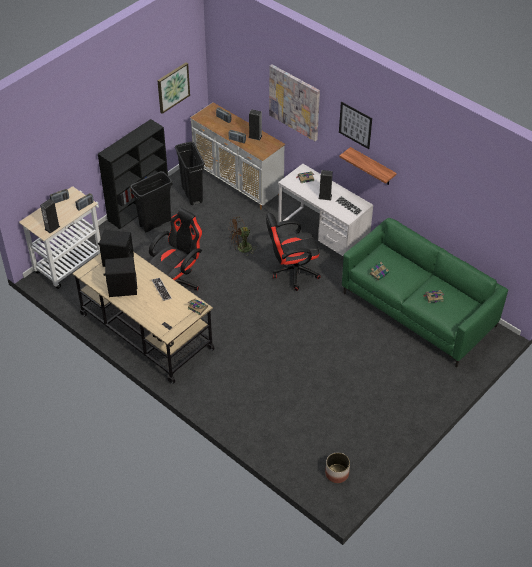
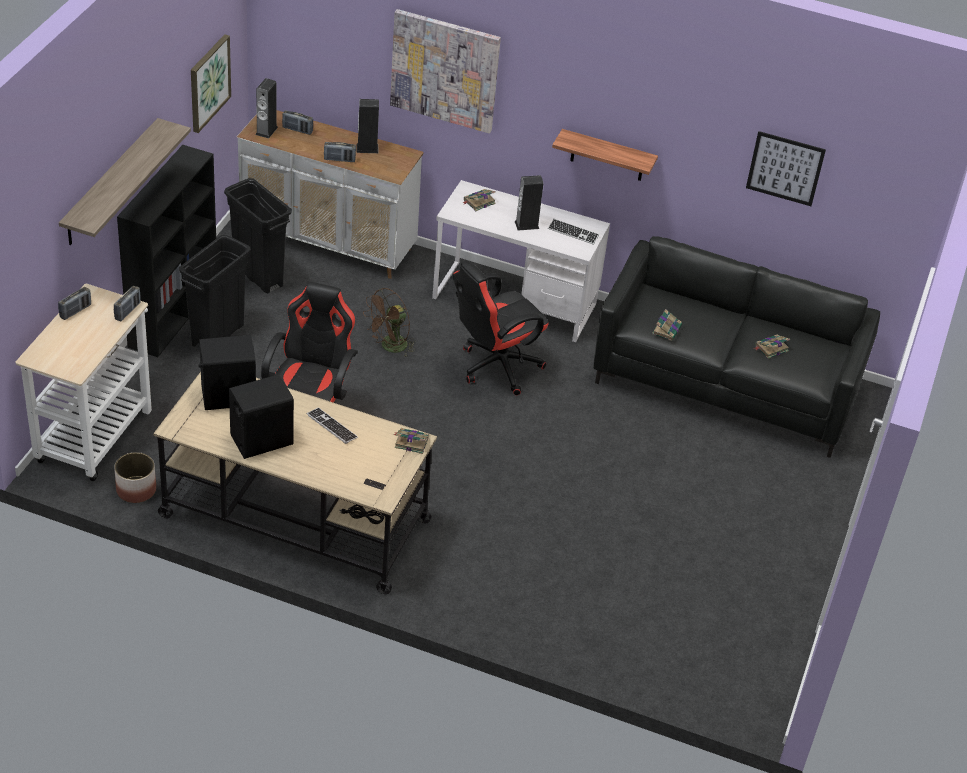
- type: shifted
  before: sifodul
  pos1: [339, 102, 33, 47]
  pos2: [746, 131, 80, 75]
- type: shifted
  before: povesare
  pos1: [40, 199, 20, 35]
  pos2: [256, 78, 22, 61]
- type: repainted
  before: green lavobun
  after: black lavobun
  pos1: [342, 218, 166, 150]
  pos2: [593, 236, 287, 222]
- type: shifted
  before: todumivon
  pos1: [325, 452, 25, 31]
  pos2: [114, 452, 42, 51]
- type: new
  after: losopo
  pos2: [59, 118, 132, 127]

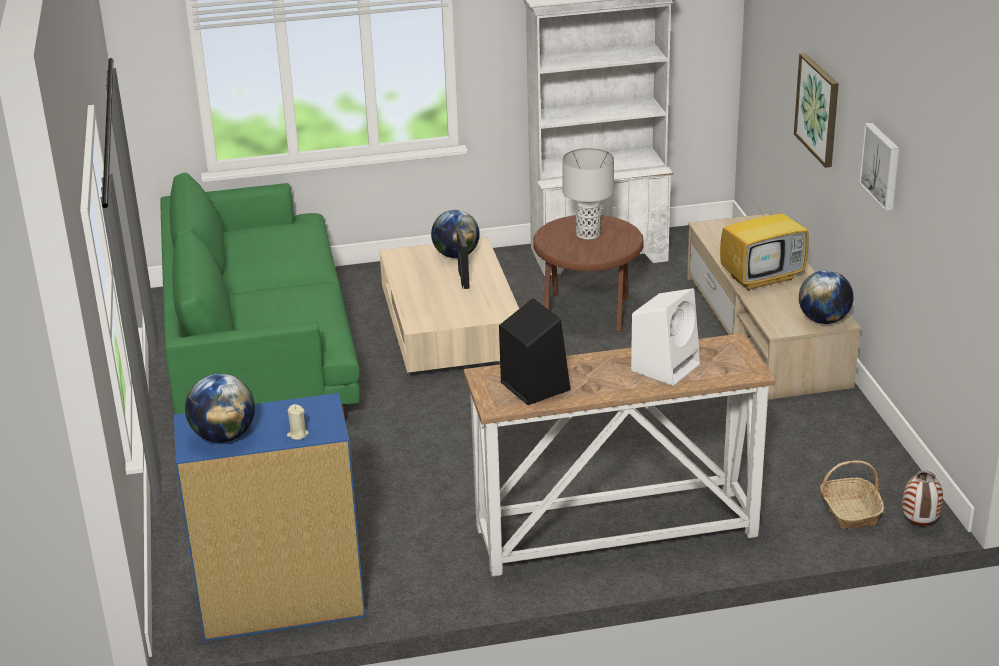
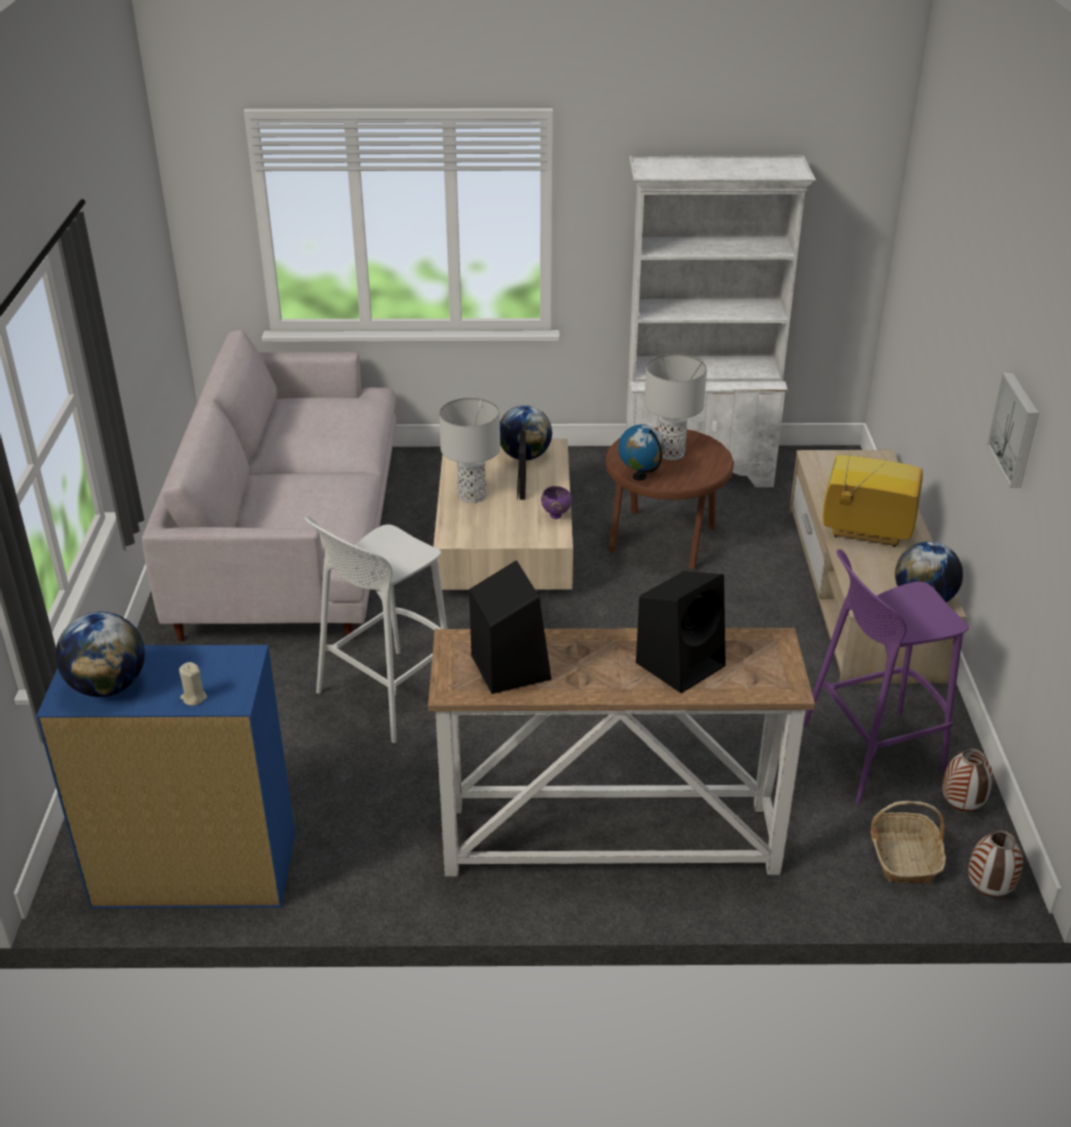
- type: gone
  before: sifodul
  pos1: [794, 53, 45, 115]
- type: repainted
  before: green lavobun
  after: white lavobun
  pos1: [160, 173, 200, 249]
  pos2: [142, 330, 254, 312]
- type: rotated
  before: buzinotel
  pos1: [720, 176, 89, 115]
  pos2: [823, 441, 100, 106]
  turn: -150
- type: repainted
  before: white povesare
  after: black povesare
  pos1: [631, 288, 69, 98]
  pos2: [636, 571, 90, 122]
- type: new
  after: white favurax
  pos2: [439, 398, 61, 105]
- type: new
  after: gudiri
  pos2: [618, 425, 47, 56]
- type: new
  after: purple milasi
  pos2: [541, 486, 31, 33]
- type: new
  after: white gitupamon
  pos2: [305, 516, 142, 227]
- type: new
  after: purple gitupamon
  pos2: [803, 549, 166, 255]
- type: new
  after: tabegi
  pos2: [942, 748, 51, 63]

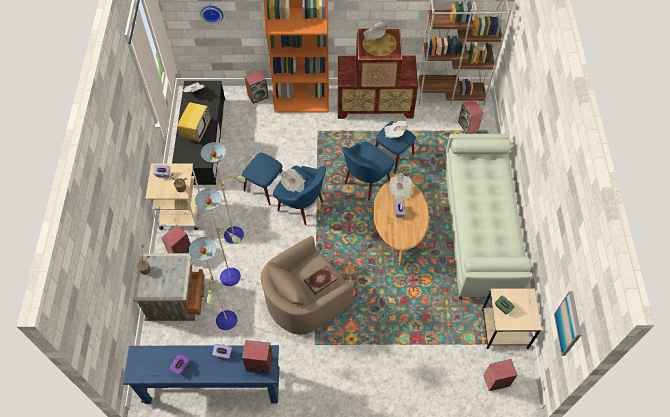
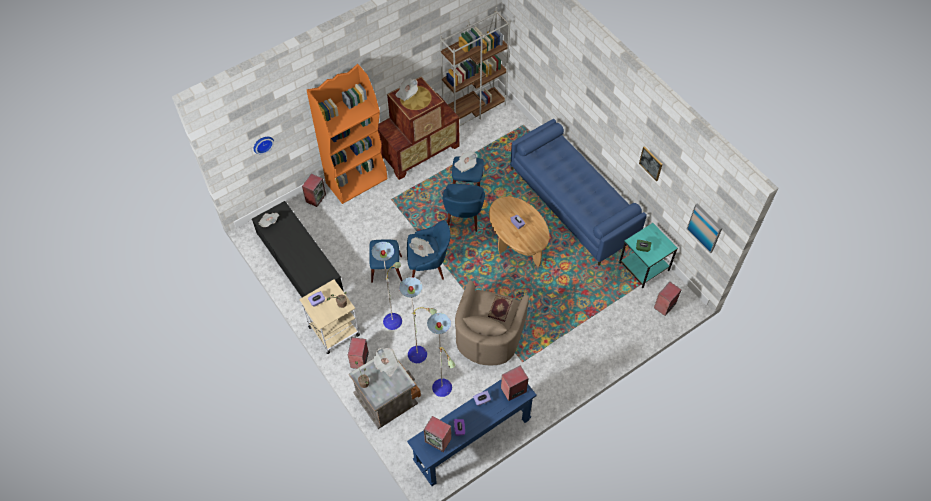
- type: gone
  before: buzinotel
  pos1: [177, 99, 34, 43]
- type: shifted
  before: povesare
  pos1: [458, 99, 25, 35]
  pos2: [424, 416, 28, 36]
- type: repainted
  before: white lavobun
  after: blue lavobun
  pos1: [444, 134, 88, 166]
  pos2: [510, 119, 137, 146]
- type: shifted
  before: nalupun
  pos1: [388, 173, 25, 29]
  pos2: [373, 348, 26, 28]
- type: repainted
  before: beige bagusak
  after: turquoise bagusak
  pos1: [482, 289, 59, 60]
  pos2: [619, 223, 59, 65]
- type: new
  after: sifodul
  pos2: [639, 146, 24, 35]

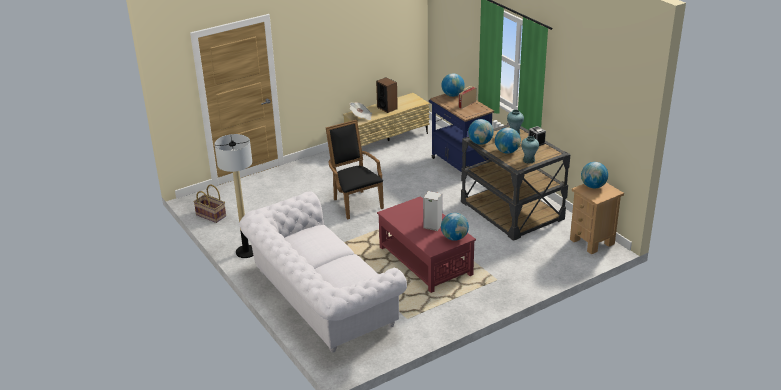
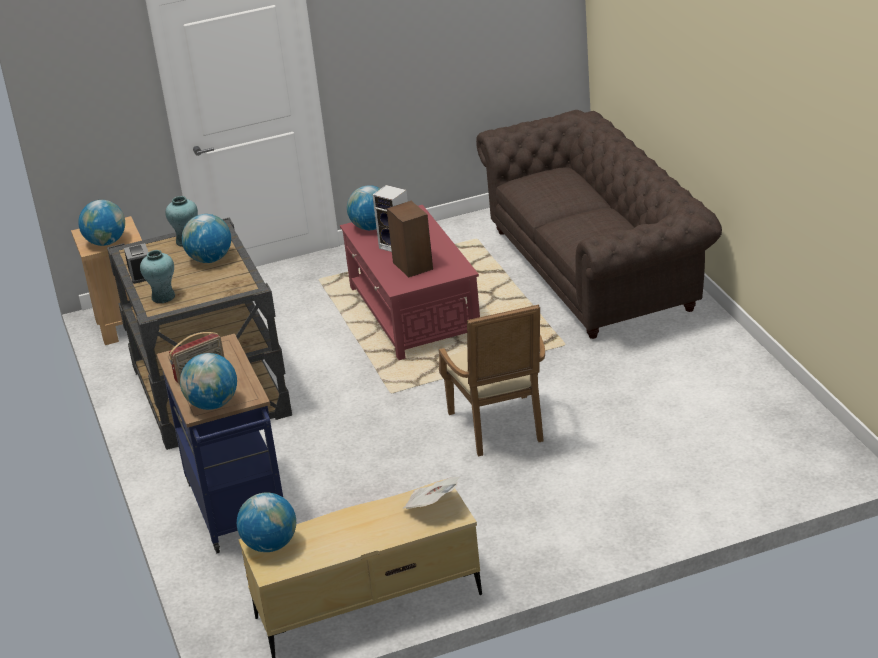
- type: shifted
  before: povesare
  pos1: [376, 77, 22, 36]
  pos2: [387, 201, 46, 76]
- type: shifted
  before: gudiri
  pos1: [468, 119, 26, 26]
  pos2: [237, 492, 59, 60]
- type: repainted
  before: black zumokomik
  after: beige zumokomik
  pos1: [326, 120, 58, 100]
  pos2: [439, 305, 106, 152]
- type: gone
  before: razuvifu
  pos1: [214, 134, 40, 124]
- type: gone
  before: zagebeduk
  pos1: [194, 184, 32, 39]
- type: repainted
  before: white lavobun
  after: brown lavobun
  pos1: [239, 191, 168, 162]
  pos2: [476, 110, 246, 229]

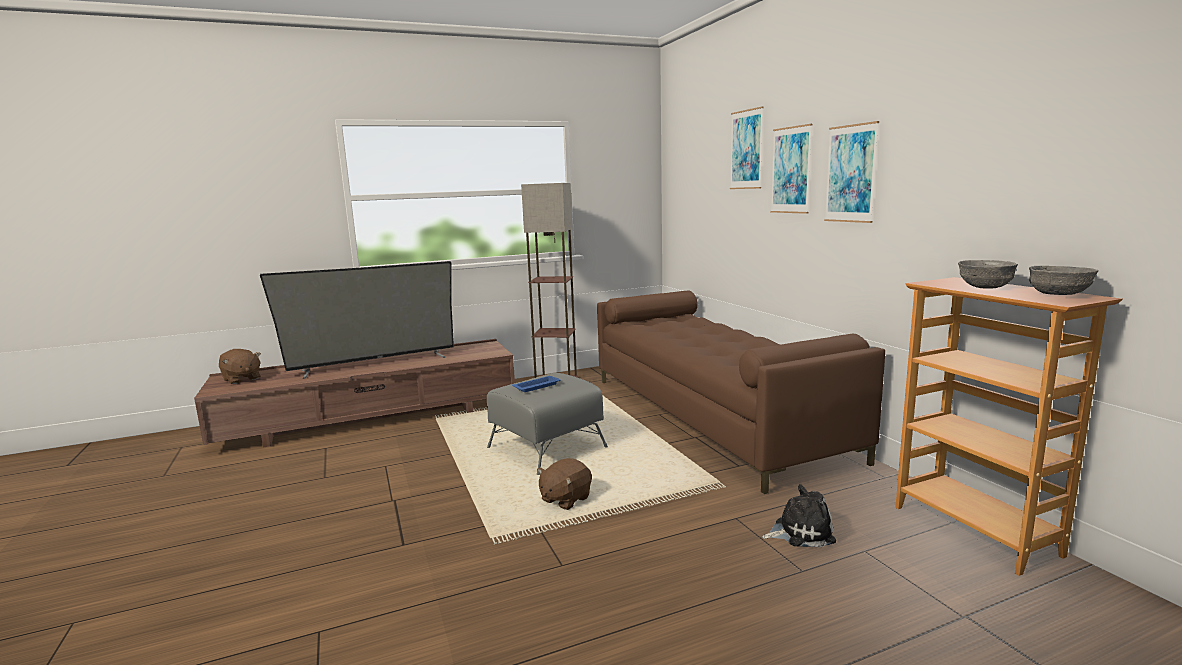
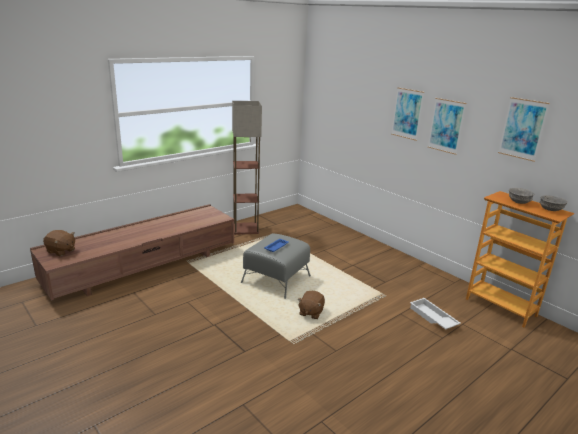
- type: shifted
  before: sifodul
  pos1: [730, 106, 34, 83]
  pos2: [498, 97, 52, 65]
- type: gone
  before: buzinotel
  pos1: [260, 261, 194, 118]
- type: gone
  before: brown lavobun
  pos1: [597, 290, 288, 204]
- type: swapped
  before: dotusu
  after: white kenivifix
  pos1: [762, 484, 74, 64]
  pos2: [410, 298, 51, 32]

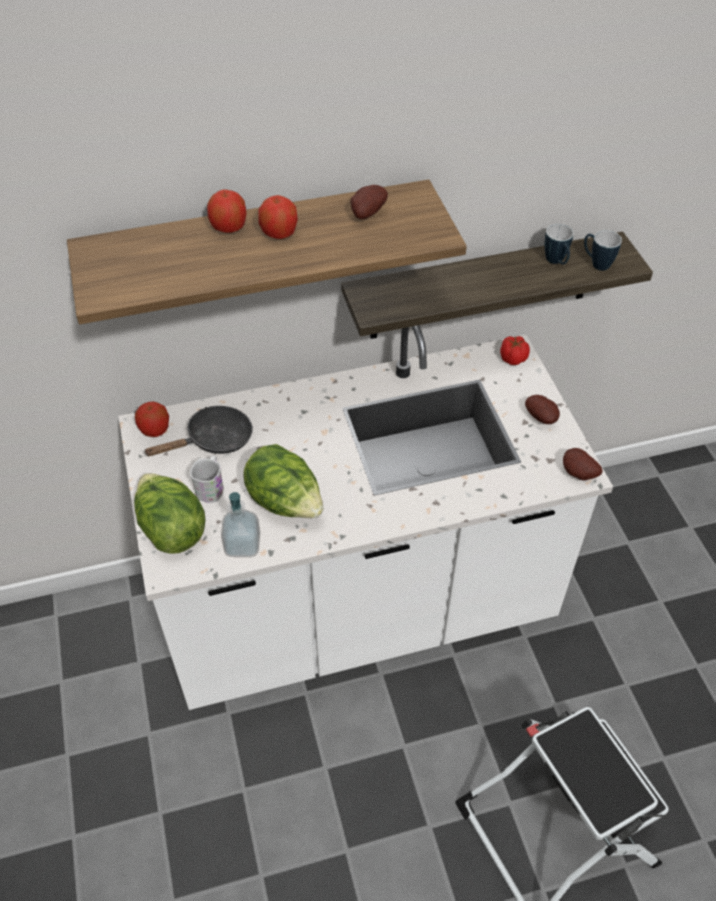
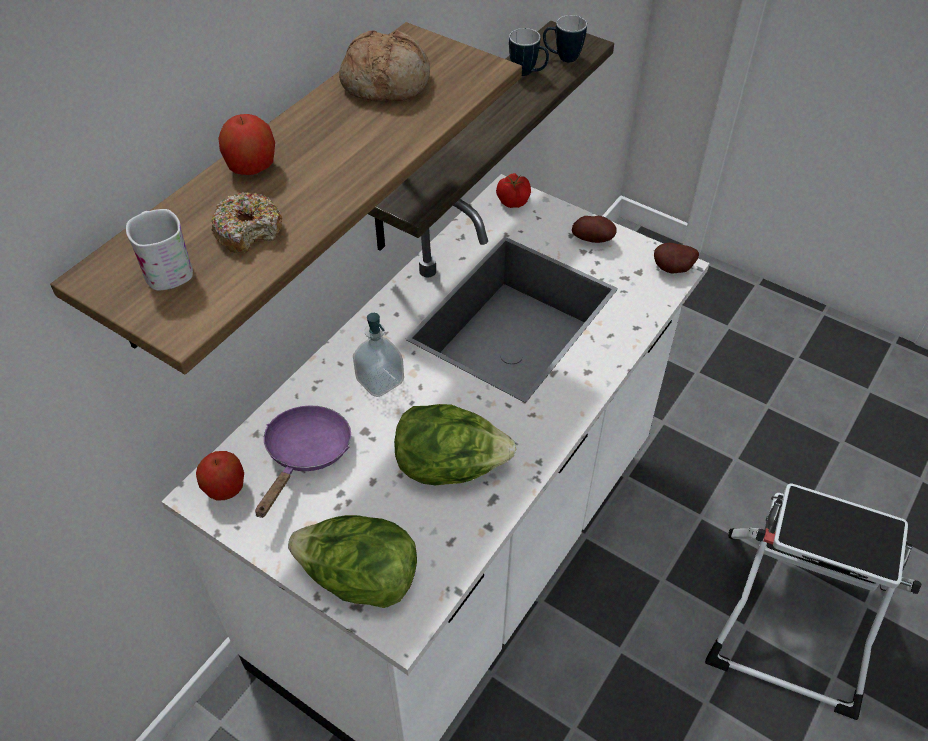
- type: swapped
  before: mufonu
  after: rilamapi
  pos1: [350, 185, 38, 35]
  pos2: [339, 30, 91, 71]
- type: gone
  before: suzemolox
  pos1: [258, 195, 40, 44]
- type: repainted
  before: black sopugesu
  after: purple sopugesu
  pos1: [144, 406, 109, 50]
  pos2: [255, 405, 96, 113]
- type: shifted
  before: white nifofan
  pos1: [190, 456, 34, 47]
  pos2: [126, 209, 67, 81]
- type: shifted
  before: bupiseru
  pos1: [221, 492, 39, 65]
  pos2: [353, 313, 51, 84]
- type: new
  after: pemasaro
  pos2: [211, 192, 71, 61]

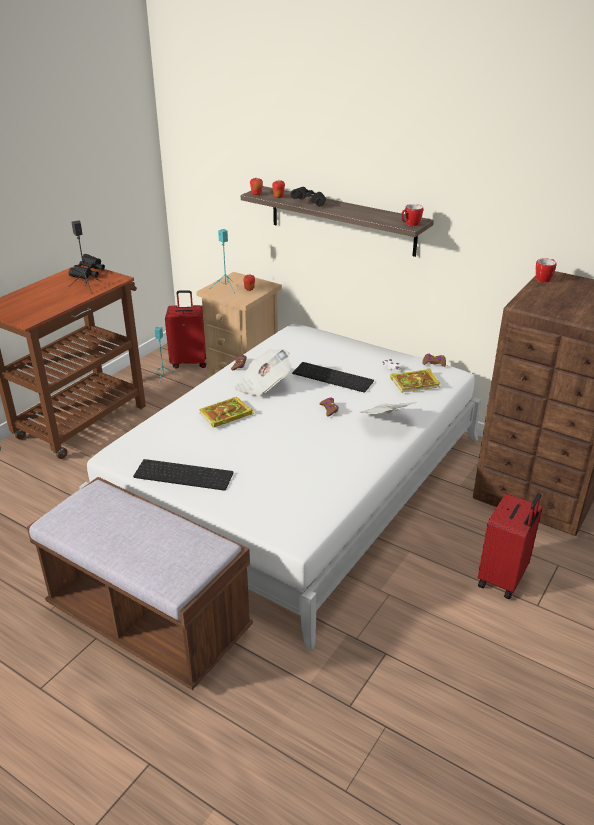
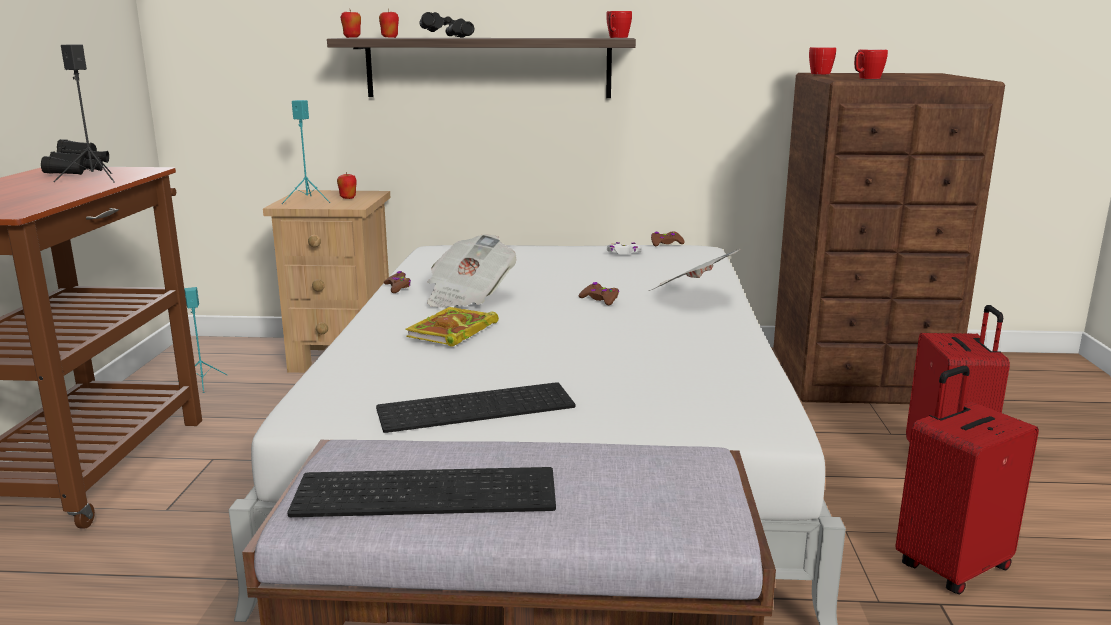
- type: shifted
  before: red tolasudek
  pos1: [165, 290, 41, 78]
  pos2: [895, 366, 144, 228]
- type: shifted
  before: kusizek
  pos1: [292, 362, 82, 31]
  pos2: [287, 467, 269, 50]
- type: gone
  before: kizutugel
  pos1: [390, 368, 51, 25]
- type: new
  after: nifofan
  pos2: [854, 49, 34, 30]

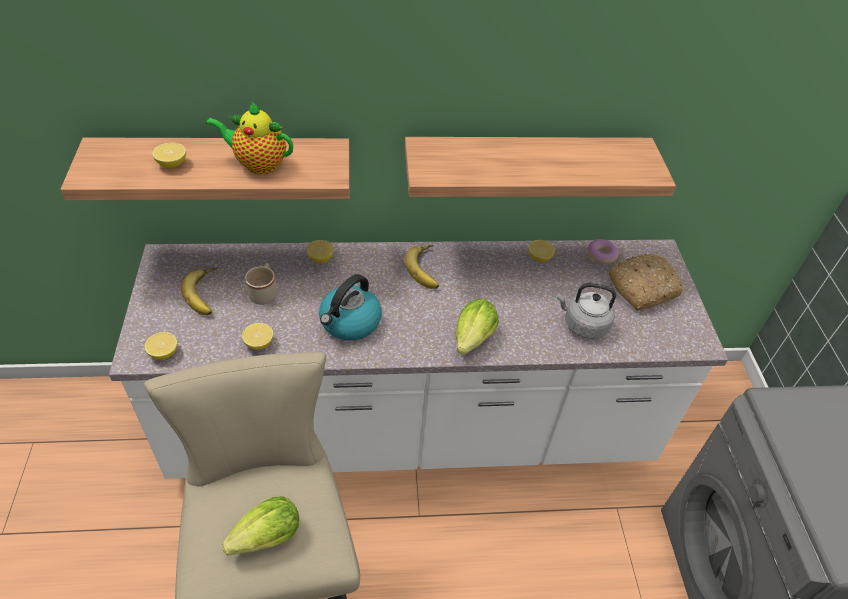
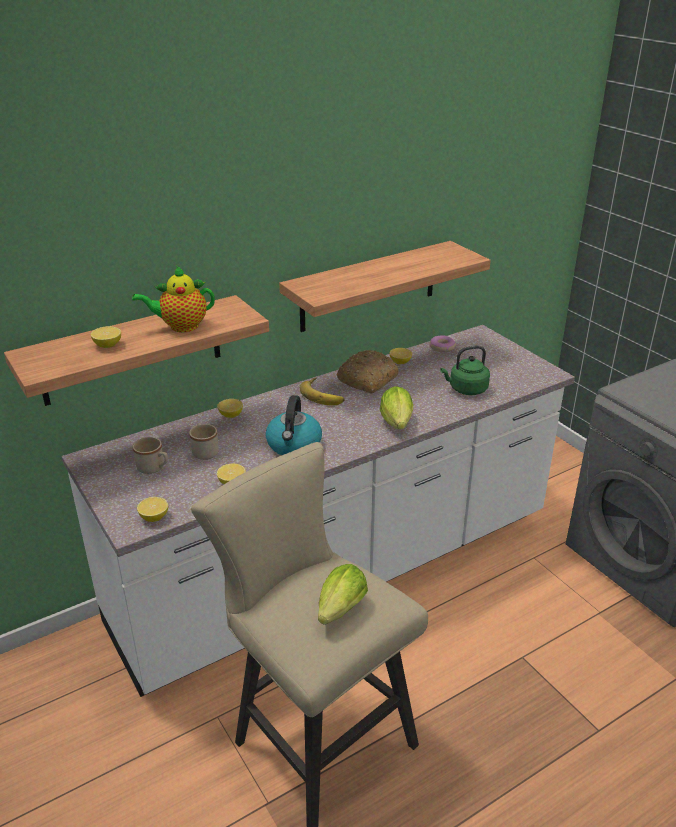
- type: shifted
  before: rilamapi
  pos1: [609, 254, 74, 56]
  pos2: [337, 350, 62, 44]
- type: swapped
  before: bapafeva
  after: beige nifofan
  pos1: [181, 268, 37, 47]
  pos2: [133, 437, 35, 37]
- type: repainted
  before: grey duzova
  after: green duzova
  pos1: [557, 283, 59, 56]
  pos2: [440, 345, 50, 50]

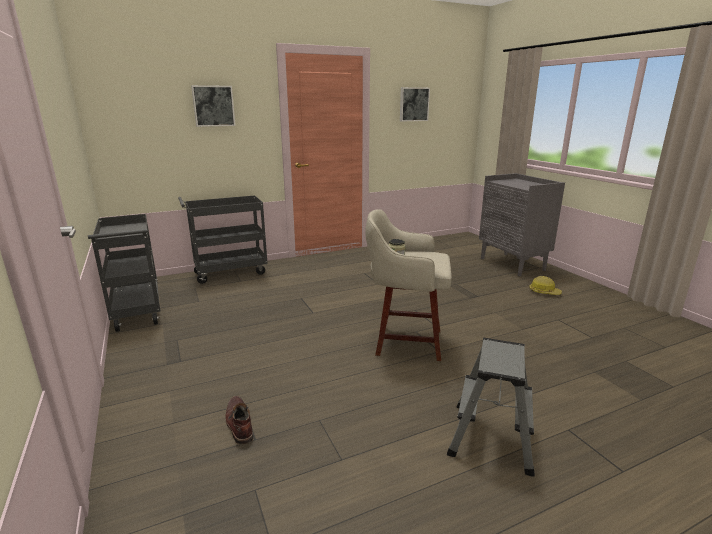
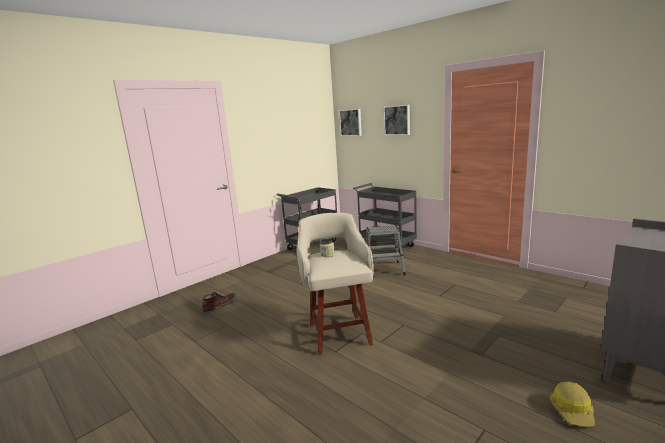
- type: shifted
  before: sifodul
  pos1: [400, 87, 30, 35]
  pos2: [339, 109, 23, 27]
- type: shifted
  before: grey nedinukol
  pos1: [447, 337, 88, 140]
  pos2: [366, 225, 40, 51]

